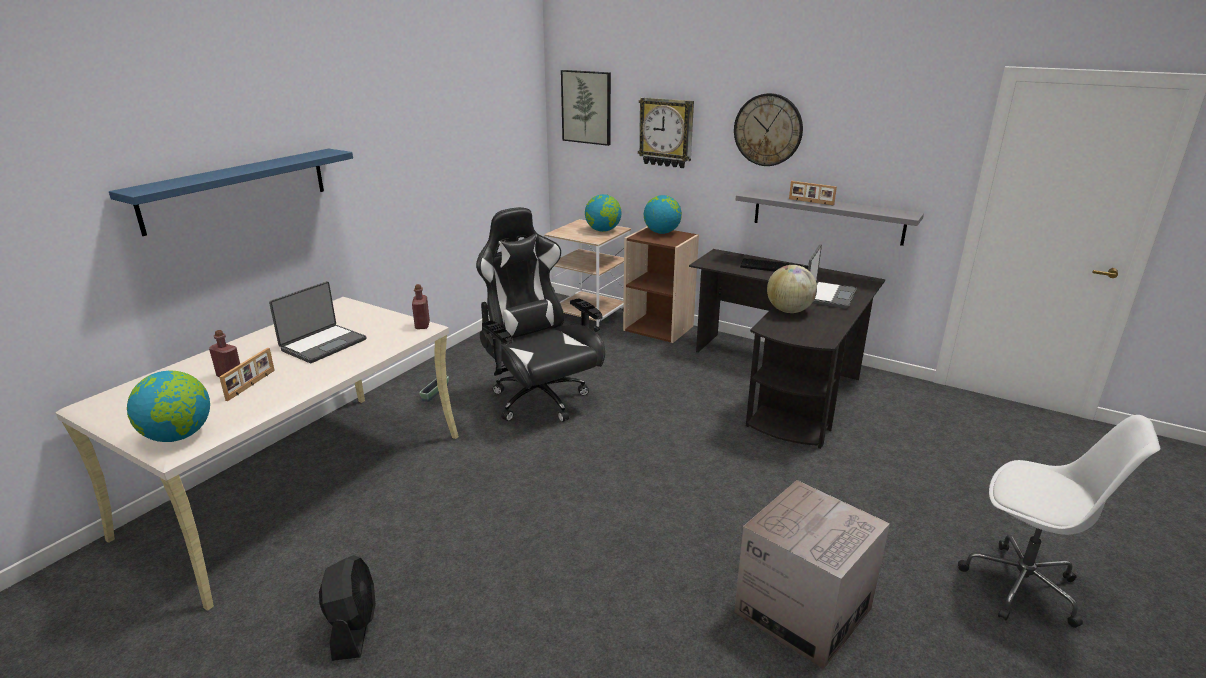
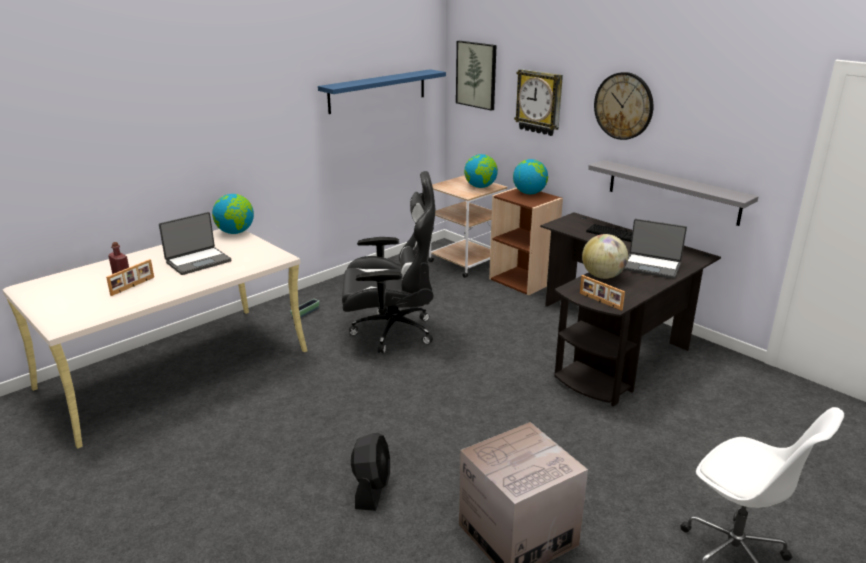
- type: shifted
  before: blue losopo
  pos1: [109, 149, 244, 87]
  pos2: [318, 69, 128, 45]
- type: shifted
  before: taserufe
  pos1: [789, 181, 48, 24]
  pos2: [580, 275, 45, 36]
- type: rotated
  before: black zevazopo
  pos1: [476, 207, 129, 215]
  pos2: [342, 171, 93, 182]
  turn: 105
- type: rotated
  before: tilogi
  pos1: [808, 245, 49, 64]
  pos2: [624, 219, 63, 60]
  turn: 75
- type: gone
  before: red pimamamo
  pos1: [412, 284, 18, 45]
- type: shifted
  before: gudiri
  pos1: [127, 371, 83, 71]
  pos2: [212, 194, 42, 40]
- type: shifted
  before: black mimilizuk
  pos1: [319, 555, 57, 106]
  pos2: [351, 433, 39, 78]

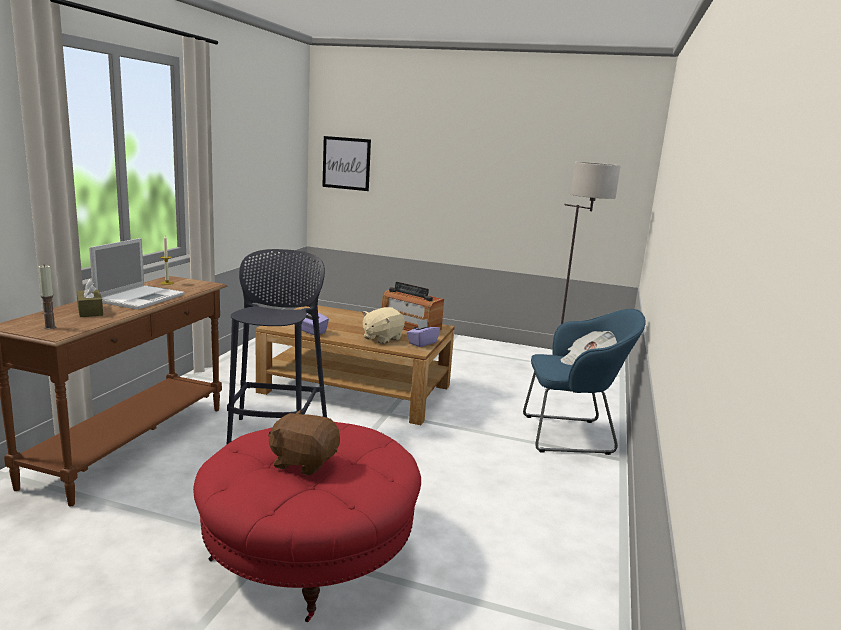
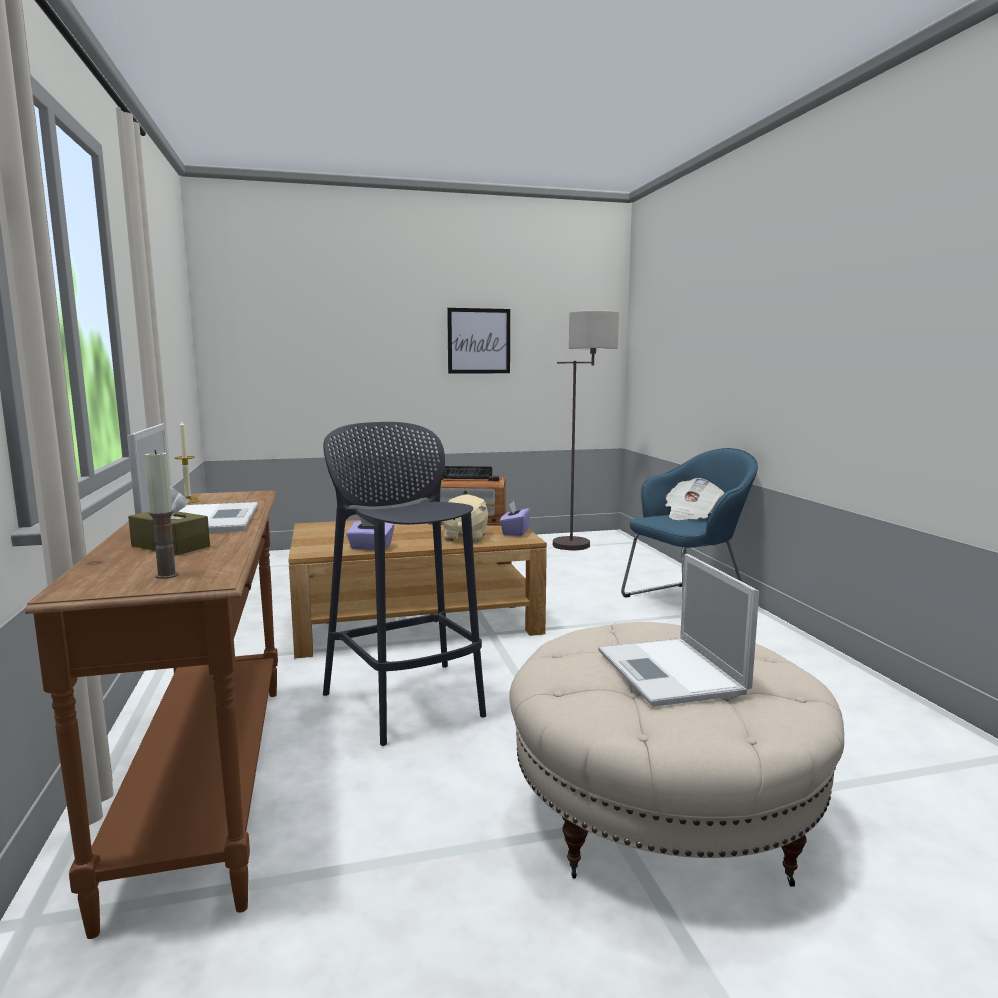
- type: shifted
  before: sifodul
  pos1: [322, 136, 49, 55]
  pos2: [447, 308, 63, 65]
- type: swapped
  before: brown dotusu
  after: tilogi
  pos1: [268, 410, 72, 66]
  pos2: [598, 554, 161, 153]
- type: repainted
  before: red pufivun
  after: beige pufivun
  pos1: [193, 422, 228, 200]
  pos2: [509, 622, 335, 265]

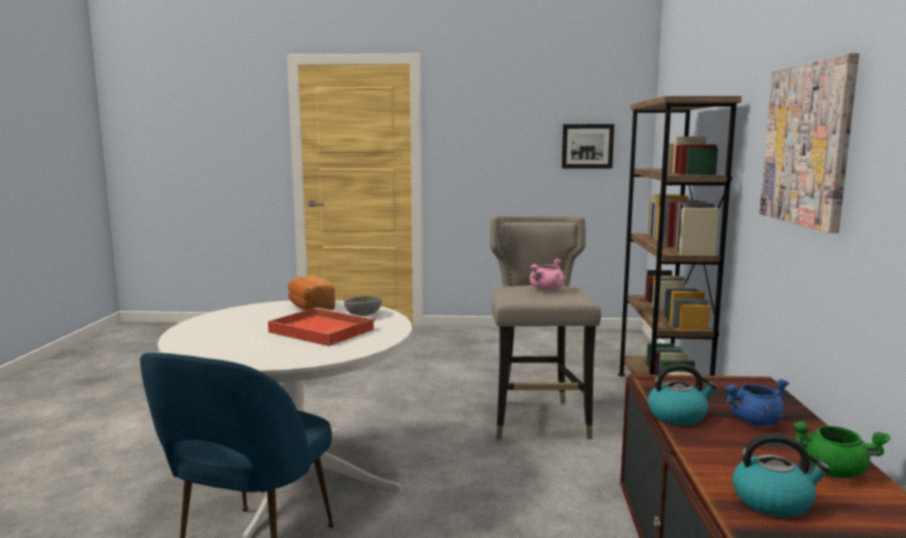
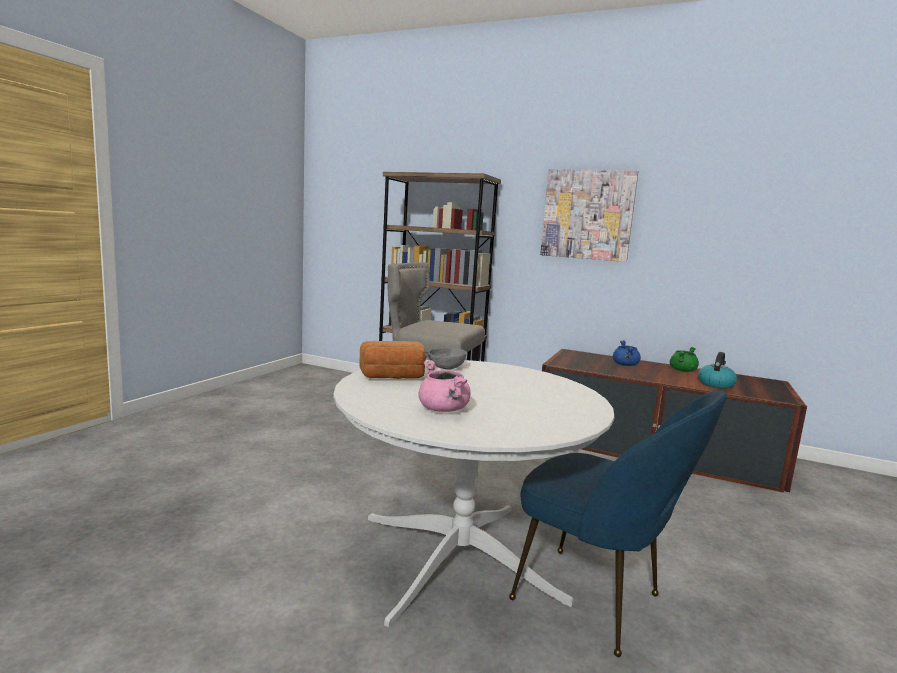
- type: gone
  before: sifodul
  pos1: [562, 124, 52, 45]
- type: shifted
  before: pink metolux
  pos1: [530, 258, 34, 33]
  pos2: [418, 360, 53, 52]
- type: gone
  before: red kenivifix
  pos1: [268, 307, 107, 39]
- type: gone
  before: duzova
  pos1: [647, 363, 70, 62]

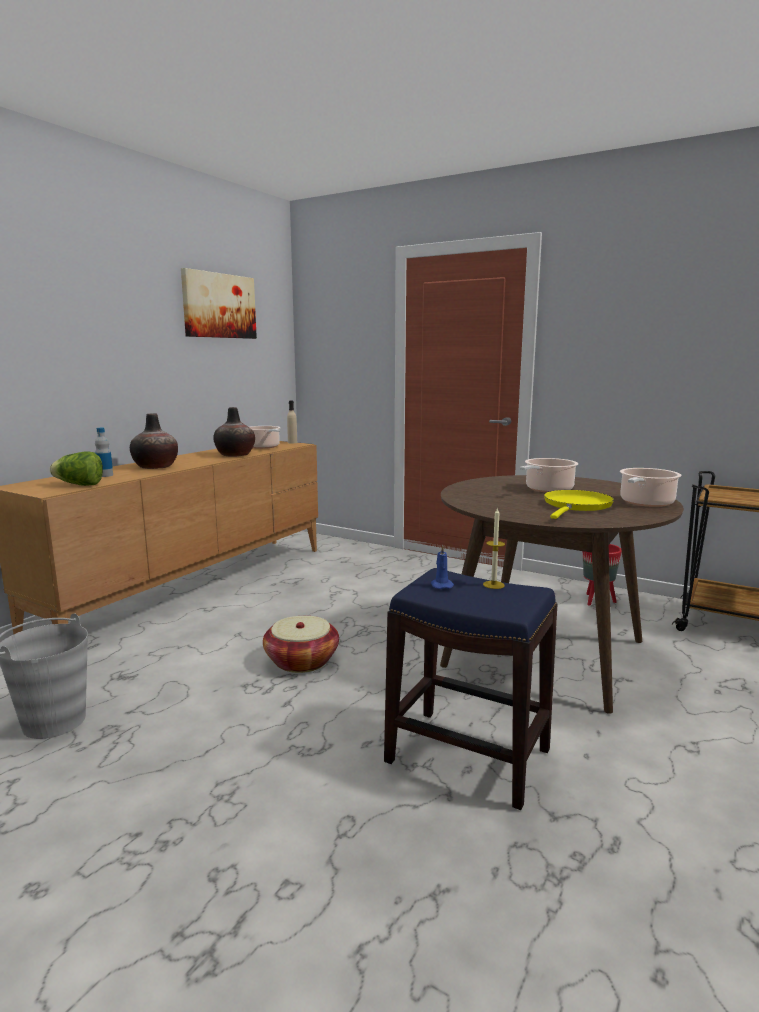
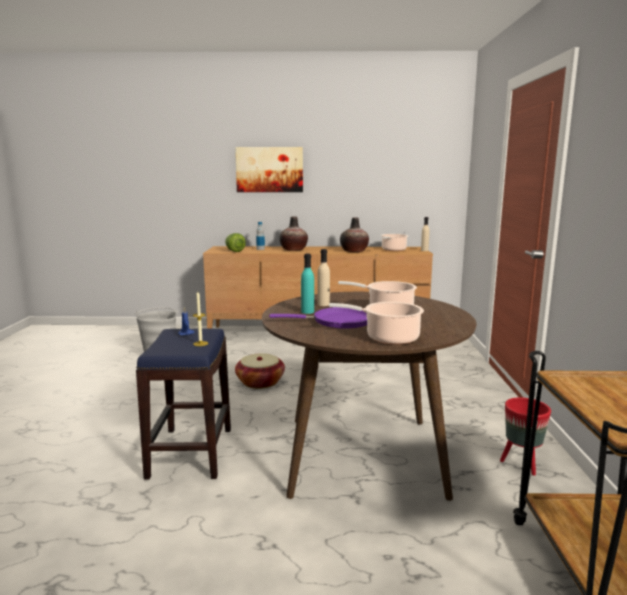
- type: shifted
  before: sifodul
  pos1: [181, 268, 76, 71]
  pos2: [235, 147, 68, 45]
- type: repainted
  before: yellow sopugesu
  after: purple sopugesu
  pos1: [544, 490, 70, 29]
  pos2: [269, 307, 98, 22]
- type: new
  after: beige pimamamo
  pos2: [317, 249, 13, 57]
- type: new
  after: turquoise pimamamo
  pos2: [301, 254, 13, 60]

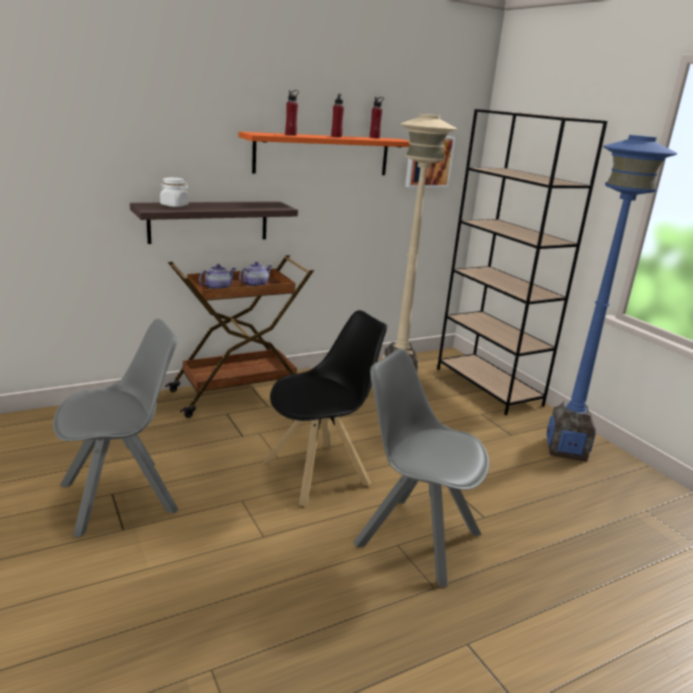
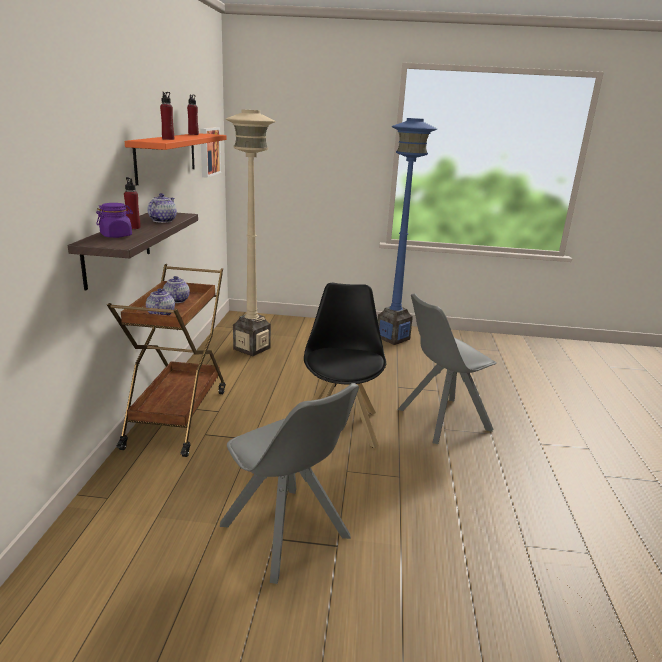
- type: shifted
  before: red pimamamo
  pos1: [331, 94, 13, 43]
  pos2: [124, 177, 17, 52]
- type: gone
  before: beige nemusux
  pos1: [437, 109, 171, 306]
- type: repainted
  before: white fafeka
  after: purple fafeka
  pos1: [160, 178, 29, 29]
  pos2: [96, 203, 37, 35]
- type: rotated
  before: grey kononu
  pos1: [53, 319, 125, 219]
  pos2: [220, 383, 139, 201]
  turn: 135
- type: new
  after: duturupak
  pos2: [148, 193, 29, 30]

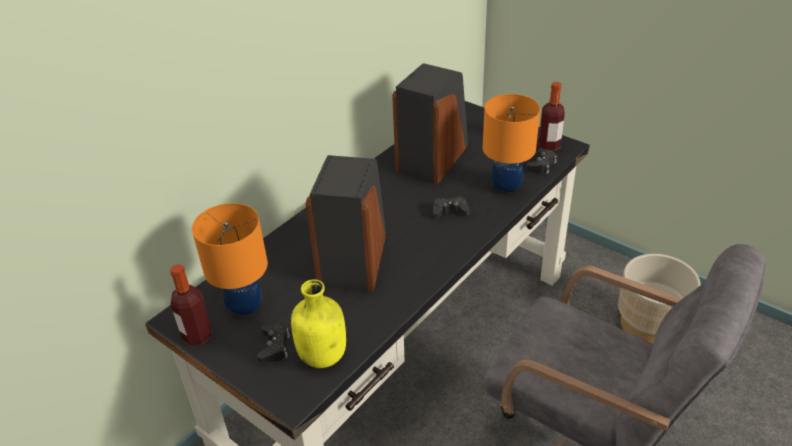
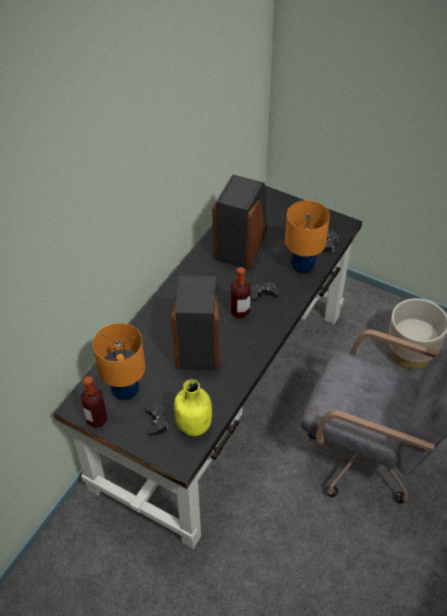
- type: shifted
  before: pimamamo
  pos1: [539, 82, 26, 69]
  pos2: [231, 267, 19, 51]

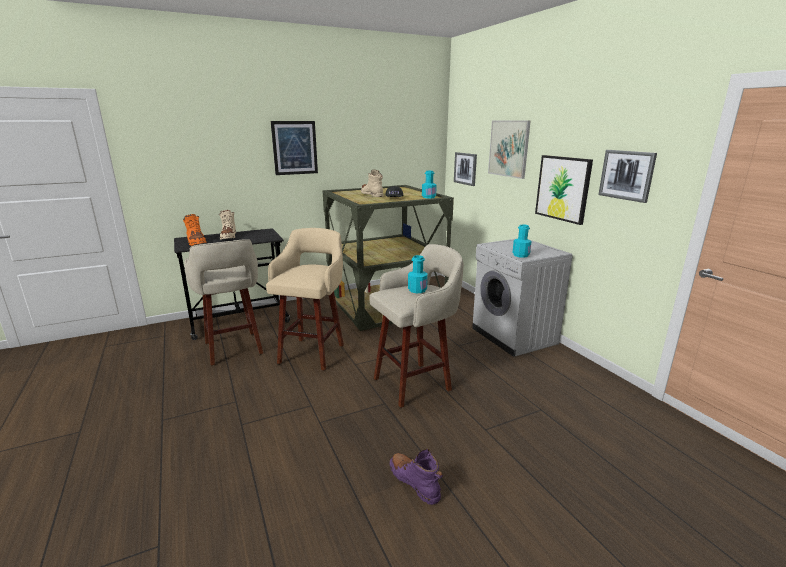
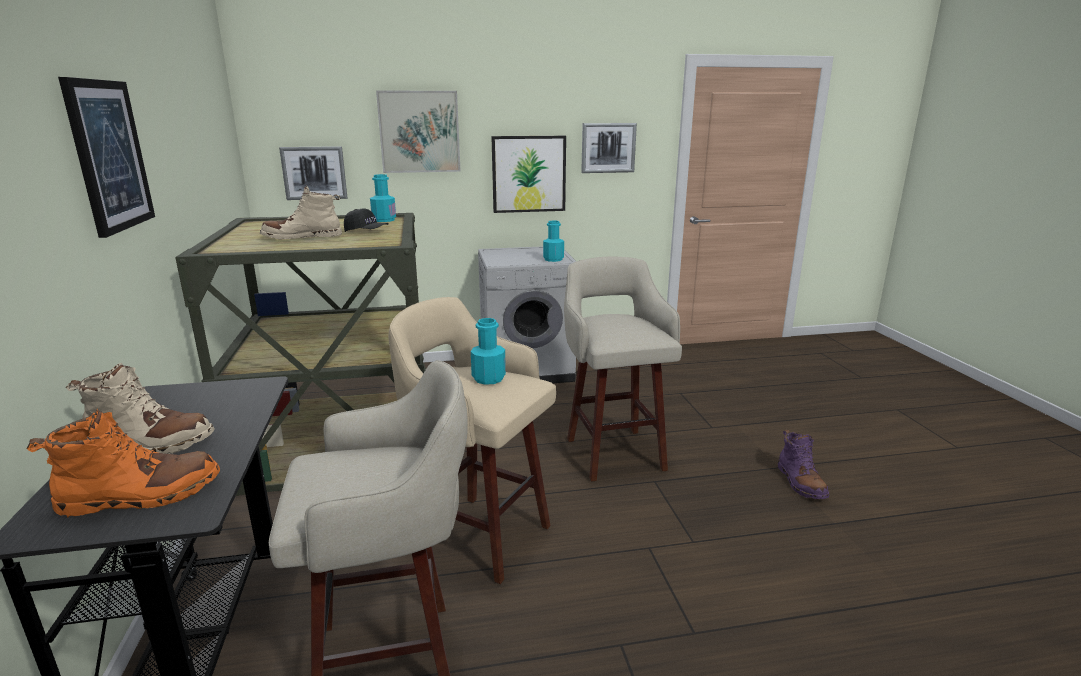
- type: shifted
  before: turquoise pimamamo
  pos1: [408, 255, 20, 38]
  pos2: [471, 318, 35, 67]
- type: rotated
  before: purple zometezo
  pos1: [390, 449, 53, 56]
  pos2: [778, 430, 51, 69]
  turn: -75

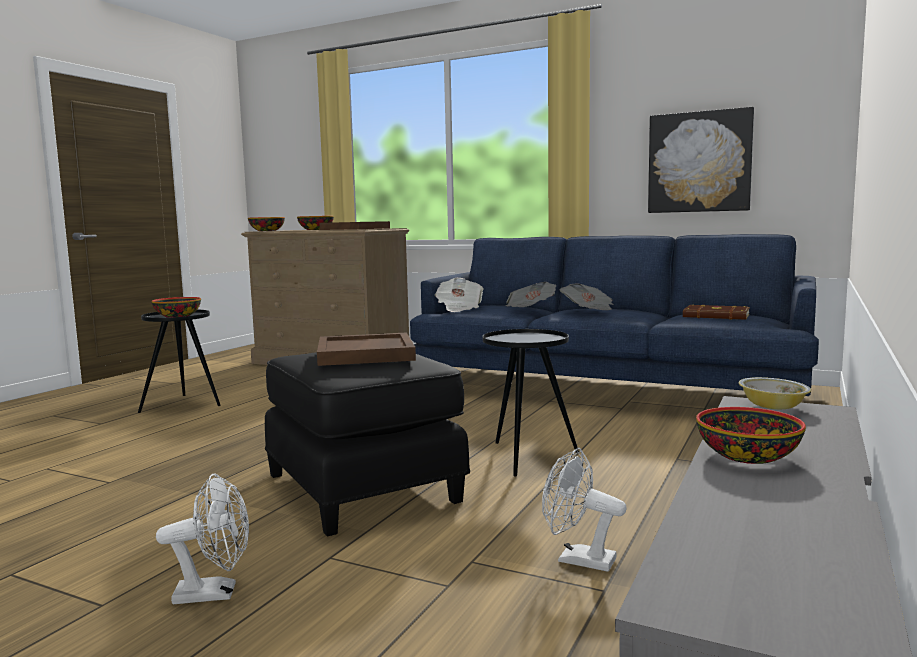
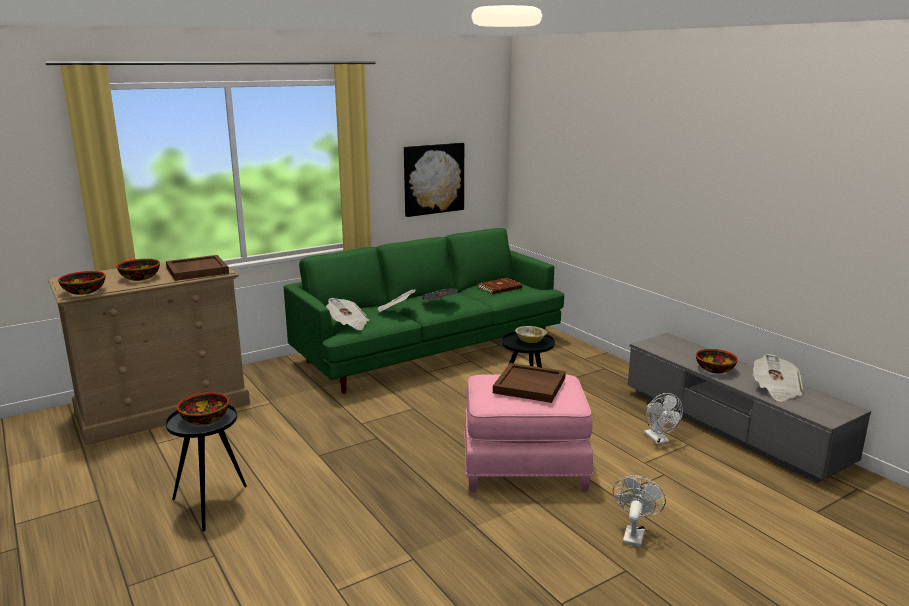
- type: repainted
  before: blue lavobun
  after: green lavobun
  pos1: [410, 234, 409, 162]
  pos2: [284, 228, 280, 166]
- type: repainted
  before: black pufivun
  after: pink pufivun
  pos1: [265, 352, 205, 185]
  pos2: [464, 374, 129, 118]
- type: shifted
  before: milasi
  pos1: [739, 377, 72, 32]
  pos2: [515, 326, 32, 17]
- type: rotated
  before: white mimilizuk
  pos1: [542, 448, 85, 124]
  pos2: [644, 393, 39, 52]
  turn: -75
- type: new
  after: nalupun
  pos2: [753, 354, 50, 47]

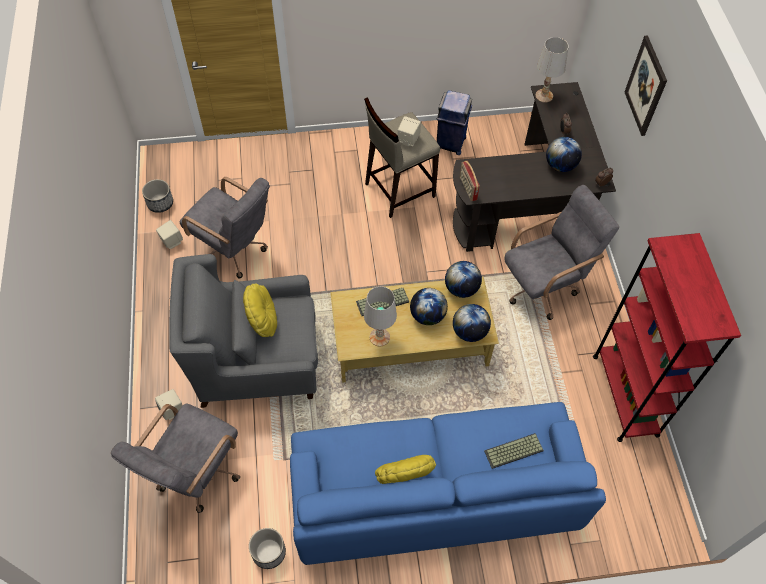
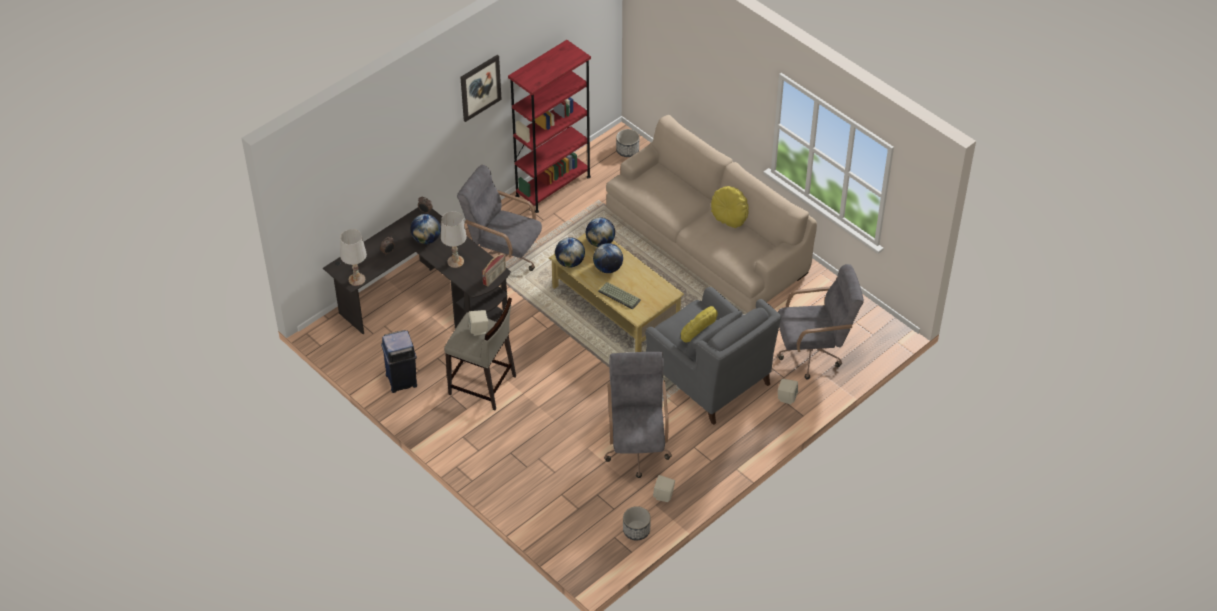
- type: shifted
  before: sifodul
  pos1: [625, 36, 42, 100]
  pos2: [460, 55, 42, 67]
- type: shifted
  before: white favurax
  pos1: [364, 286, 33, 60]
  pos2: [441, 211, 26, 57]
- type: repainted
  before: blue lavobun
  after: beige lavobun
  pos1: [290, 402, 316, 163]
  pos2: [606, 115, 211, 198]
- type: gone
  before: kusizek
  pos1: [484, 433, 60, 36]
- type: shifted
  before: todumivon
  pos1: [249, 528, 37, 41]
  pos2: [616, 129, 23, 28]

